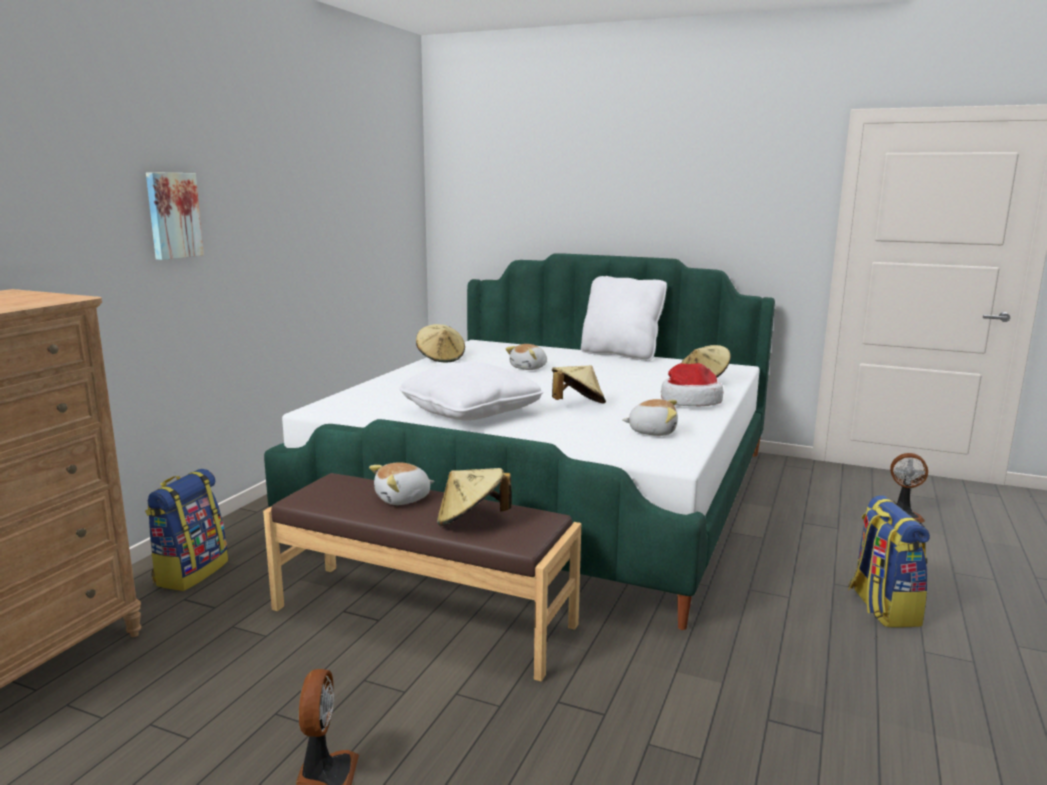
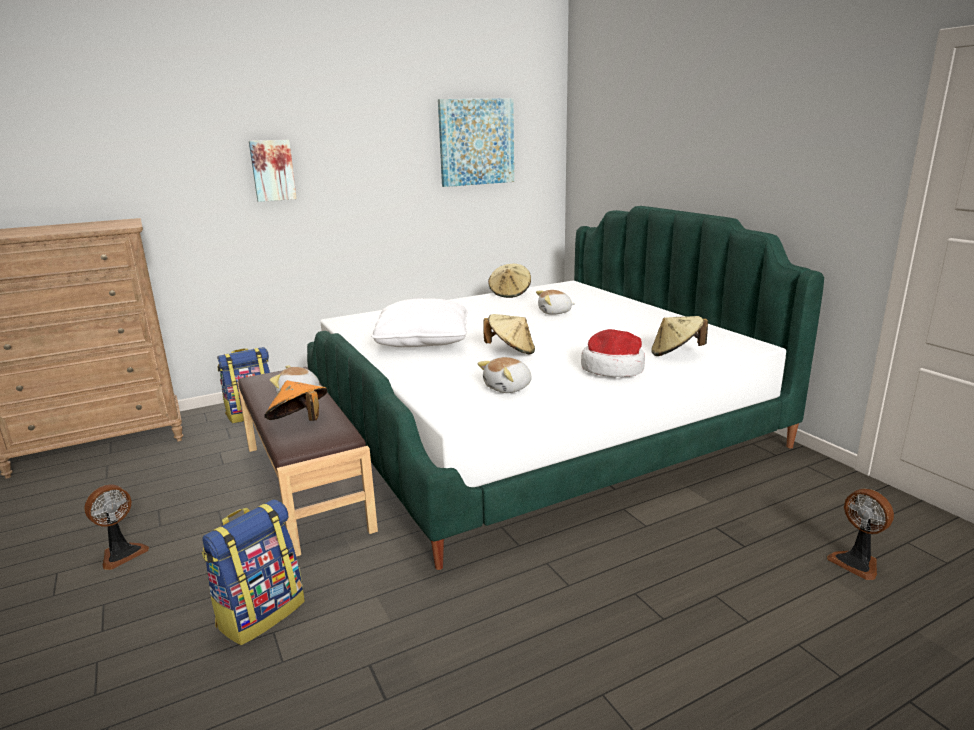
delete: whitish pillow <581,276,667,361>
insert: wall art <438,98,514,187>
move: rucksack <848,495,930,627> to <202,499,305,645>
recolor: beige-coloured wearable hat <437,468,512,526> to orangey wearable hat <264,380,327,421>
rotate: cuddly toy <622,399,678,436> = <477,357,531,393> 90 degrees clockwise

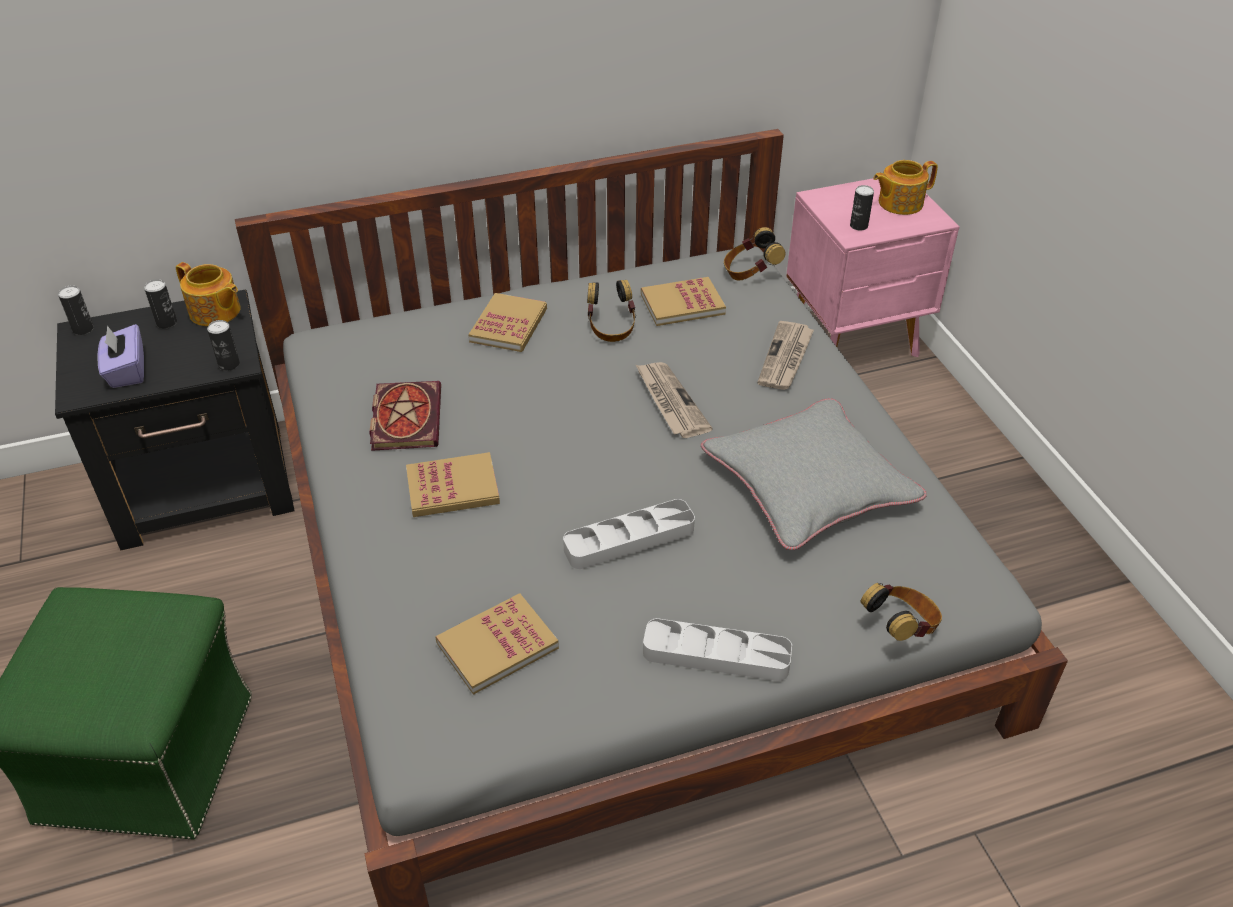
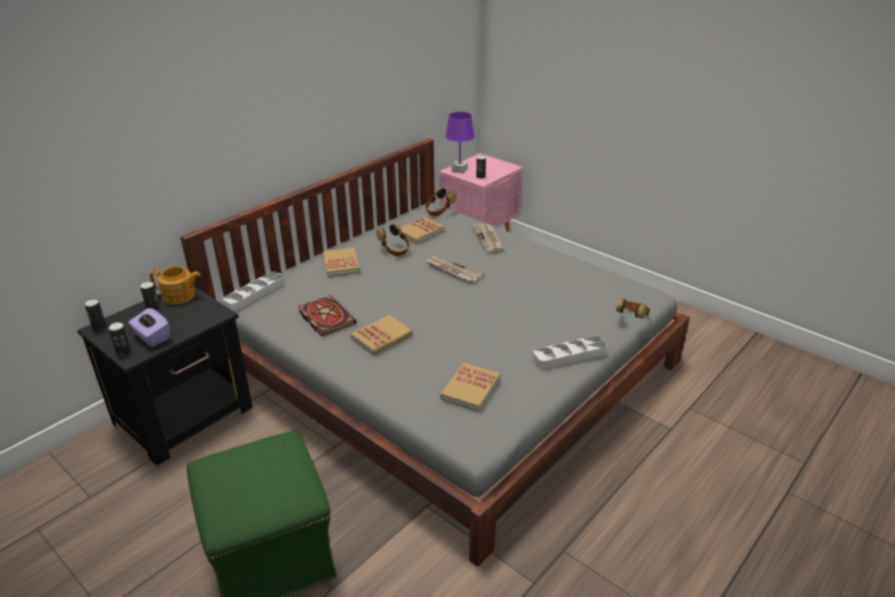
delete: tea pot <873,160,938,215>; greyish pillow <701,398,927,550>
insert: purple tabletop lamp <445,112,475,174>
move: can <207,320,240,371> to <108,322,131,356>; greyish carrying tray <563,499,695,569> to <222,272,284,311>

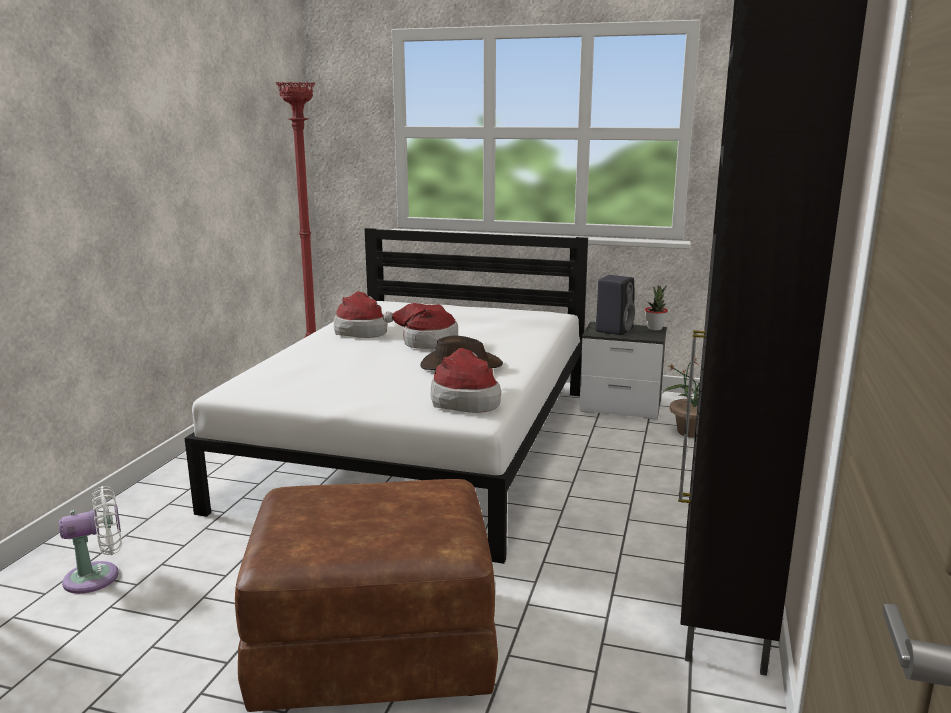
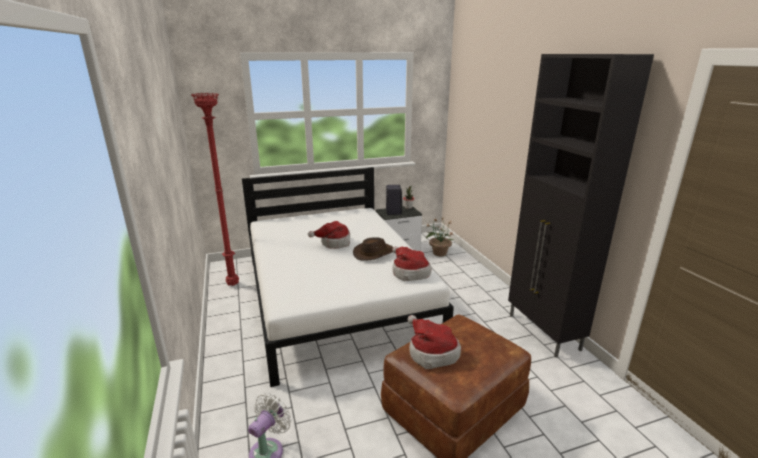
move: wearable hat <334,291,387,338> to <408,315,461,369>

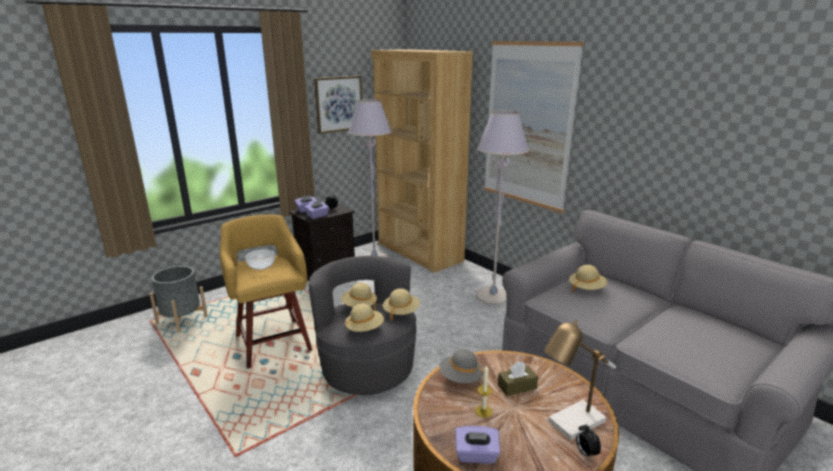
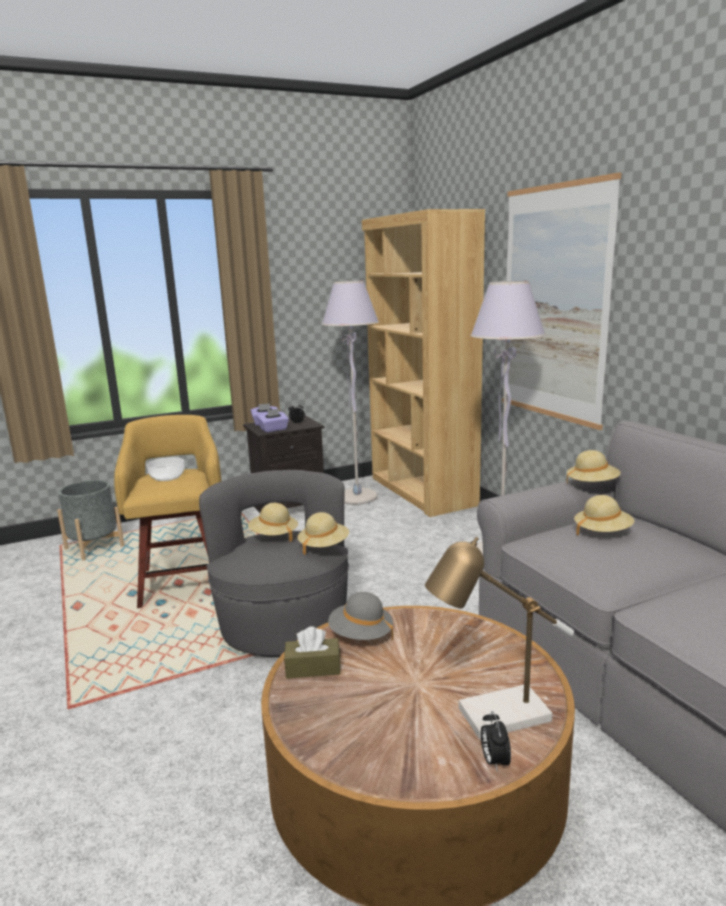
delete: wall art <314,76,362,134>; wax candle <475,365,493,418>; purple tissue holder <455,426,500,464>
move: beige-coloured wearable hat <345,303,384,332> to <566,450,621,484>; brown tissue holder <498,361,538,396> to <284,626,341,679>

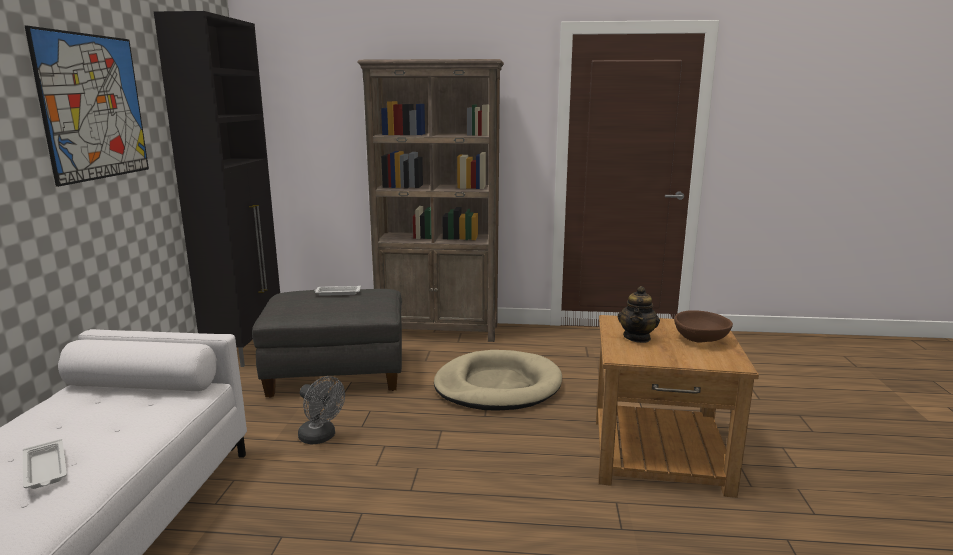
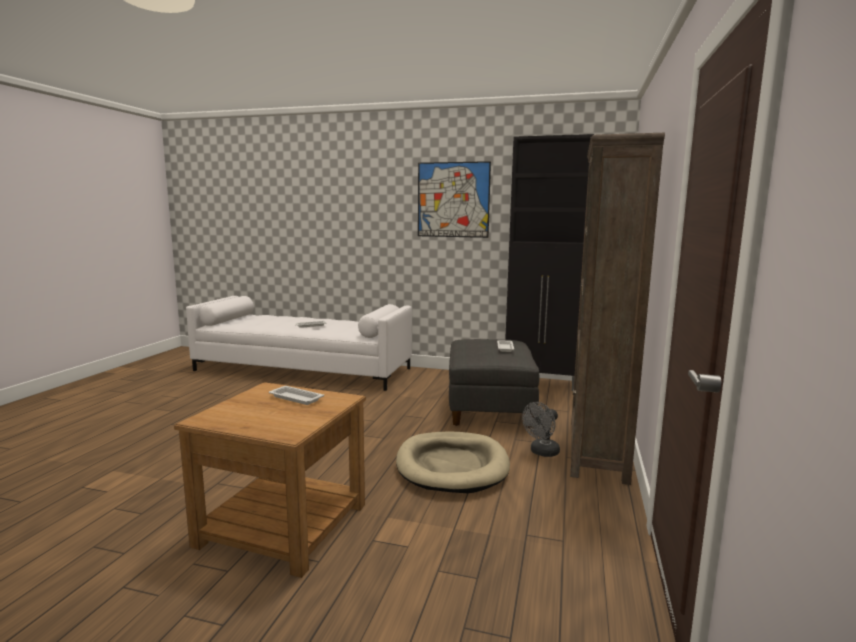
delete: brown deep dish <674,310,733,343>
move: greyish electric fan <298,376,345,444> to <522,402,560,457>
replace: tea pot <618,286,660,343> to whitish carrying tray <269,386,324,405>

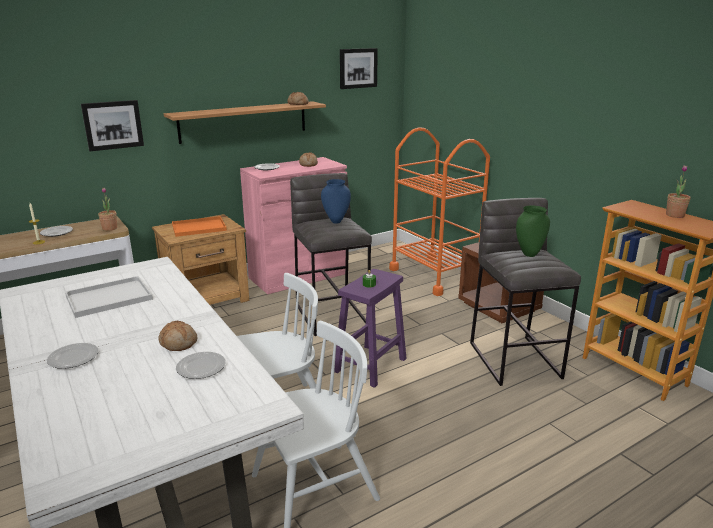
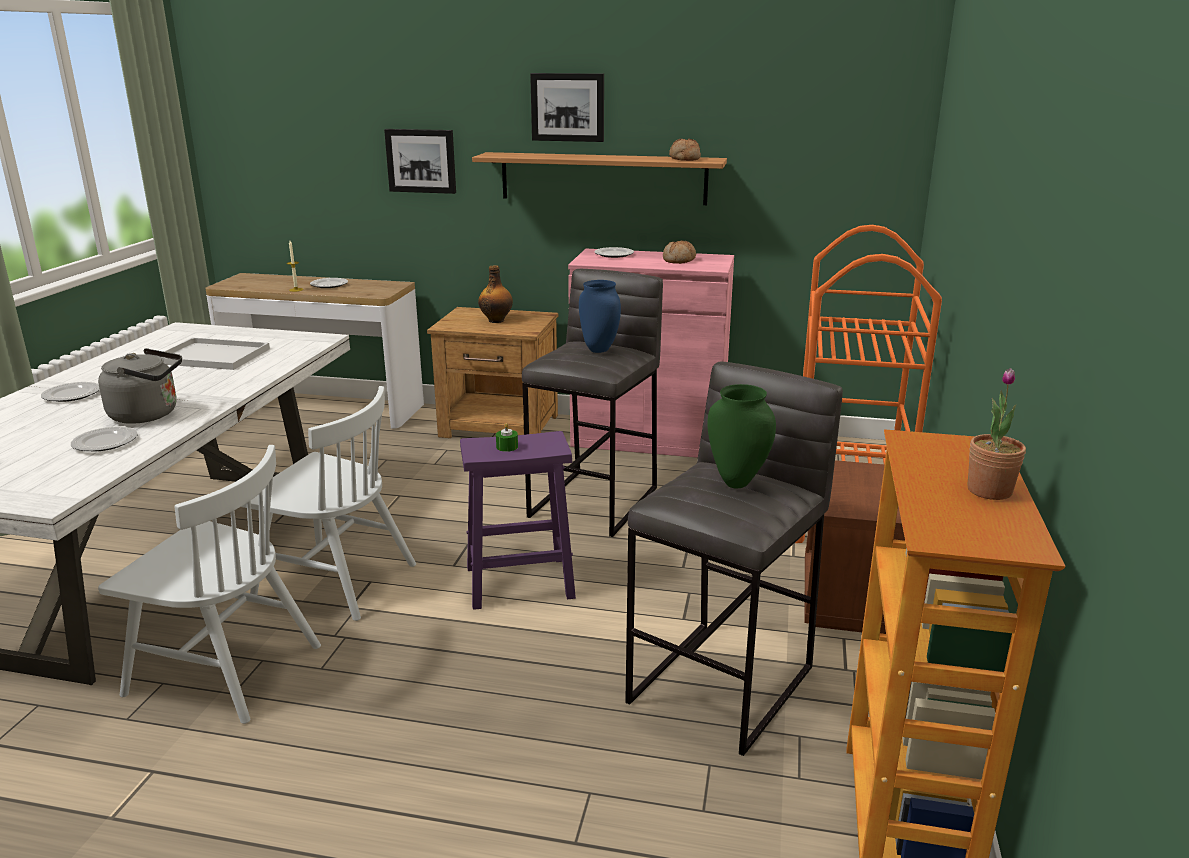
delete: houseplant <98,188,117,231>
move: wall art <340,48,378,89> to <530,73,604,142>
replace: orangey carrying tray <172,216,227,237> to drink bottle <478,265,513,323>; baked bread <158,321,197,351> to greyish water kettle <98,348,182,424>

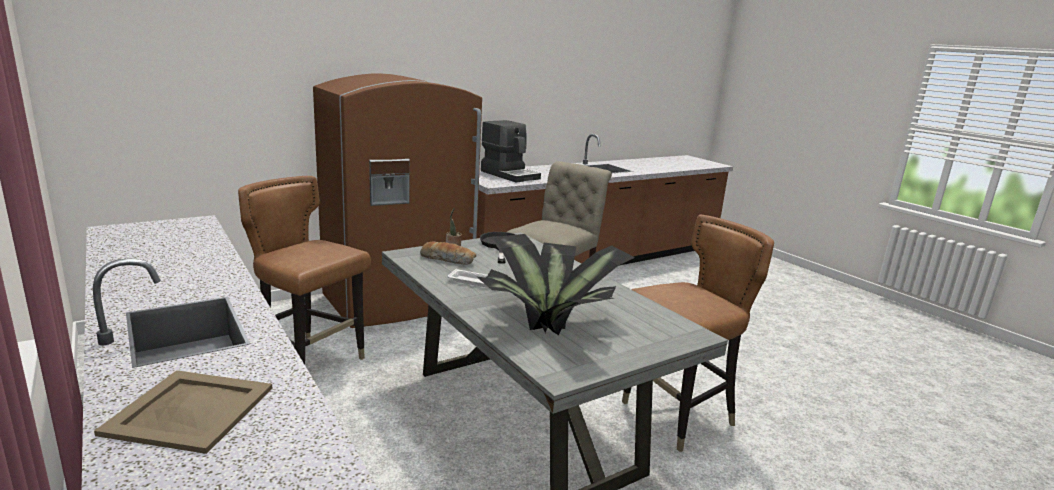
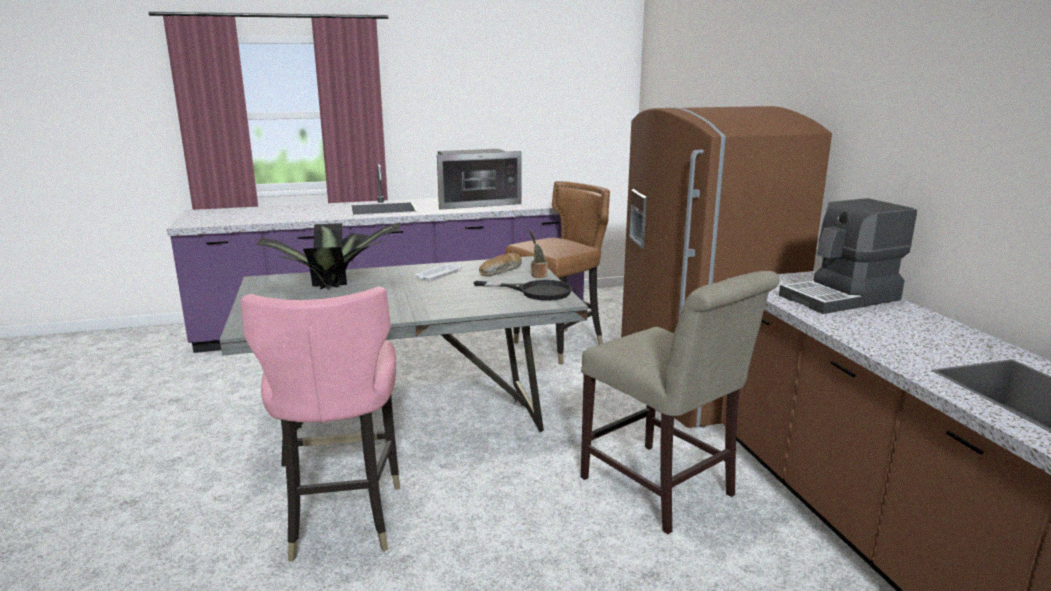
delete: beige-coloured carrying tray <94,370,273,454>
insert: kitchen microwave <437,149,522,210>
recolor: brown plain chair <622,214,774,452> to pinkish plain chair <240,286,400,562>

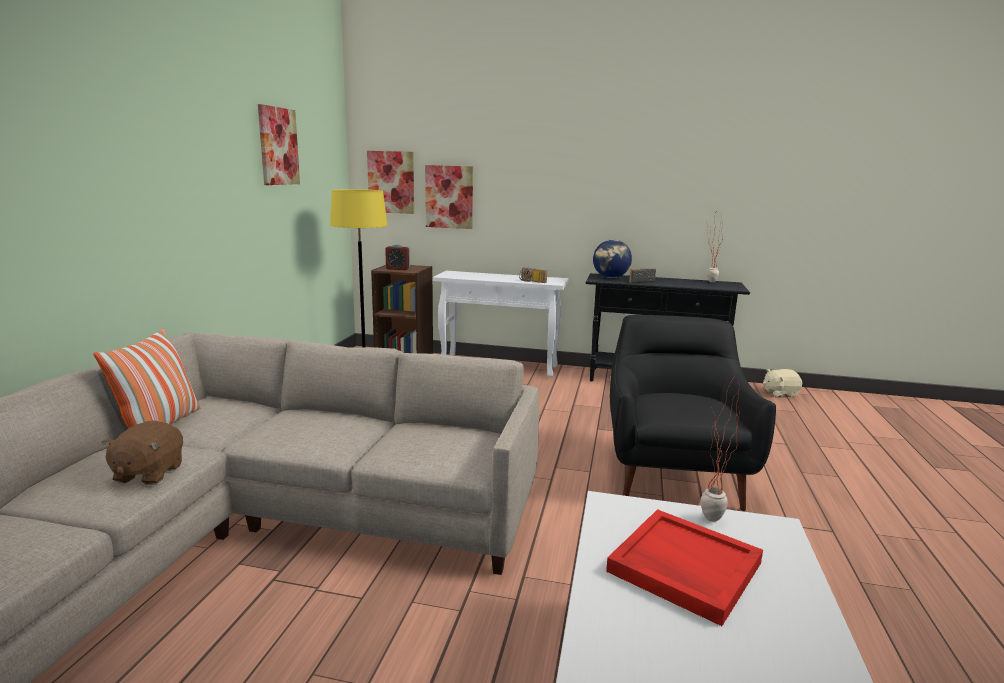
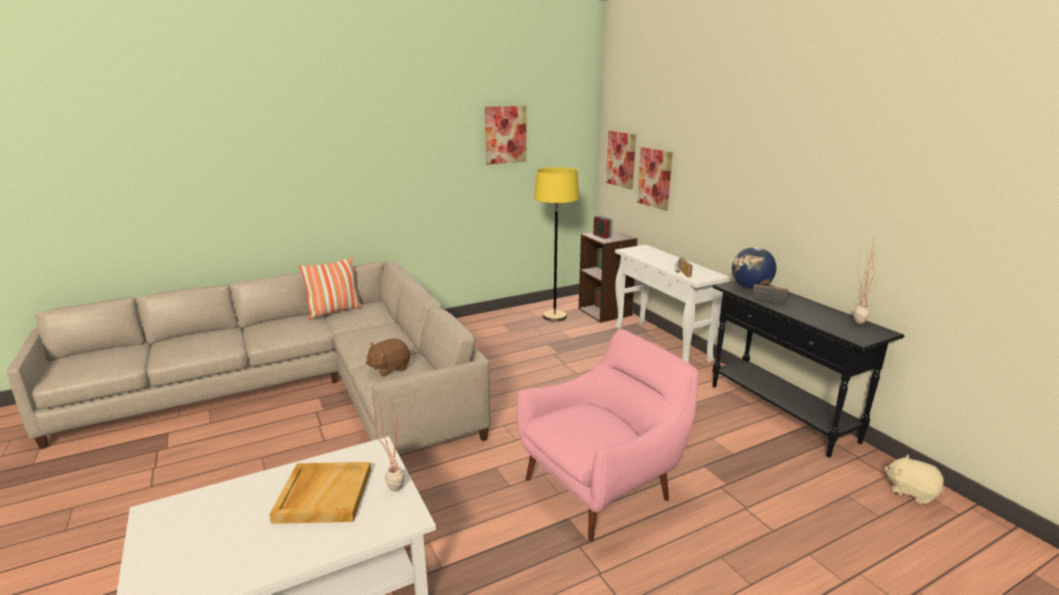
move: brown cuddly toy <101,420,183,485> to <366,338,410,376>
recolor: black-coloured easy chair <610,315,776,511> to pinkish easy chair <517,329,699,542>; reddish carrying tray <606,509,763,626> to beige-coloured carrying tray <269,462,371,524>

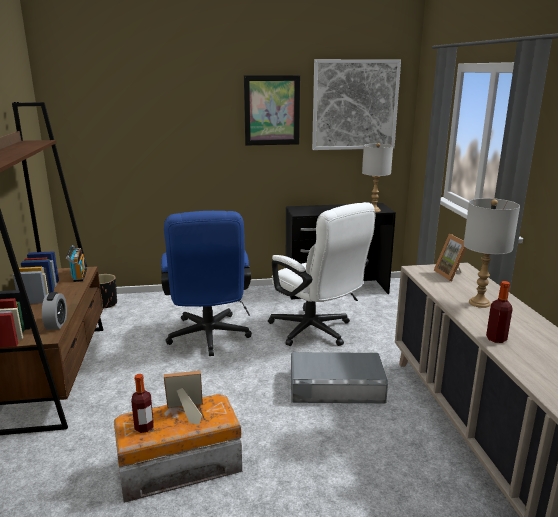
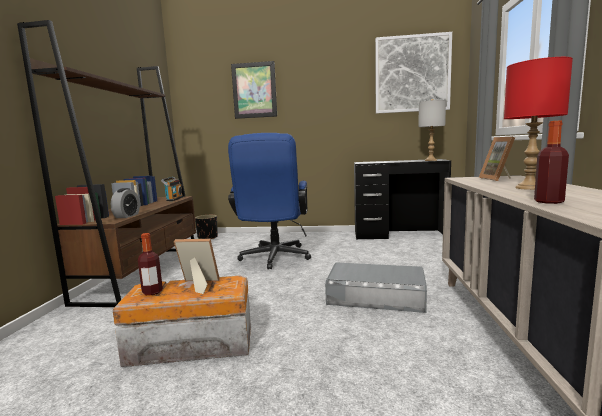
delete: whitish office chair <268,202,376,346>
move: wall art <244,75,300,145> to <231,61,277,119>
recolor: greyish tabletop lamp <463,198,520,308> to reddish tabletop lamp <504,57,573,190>

